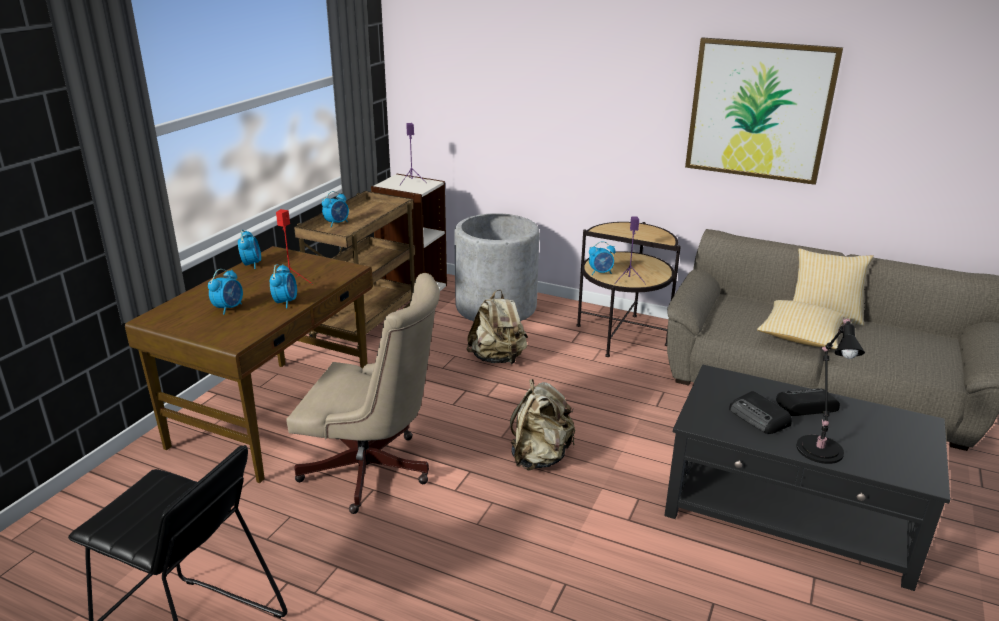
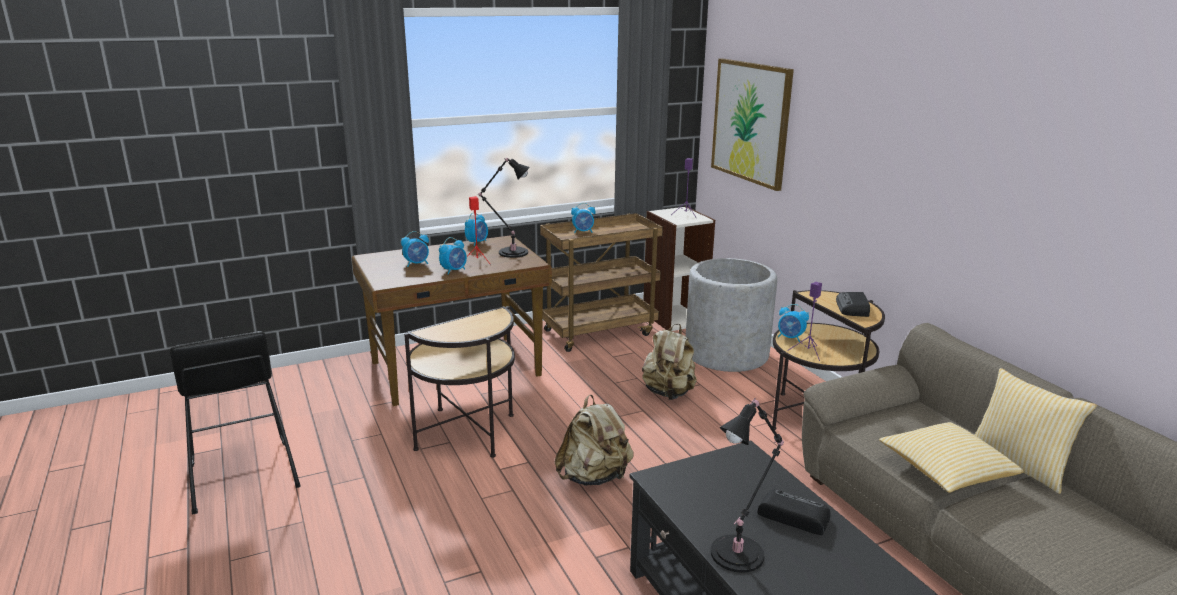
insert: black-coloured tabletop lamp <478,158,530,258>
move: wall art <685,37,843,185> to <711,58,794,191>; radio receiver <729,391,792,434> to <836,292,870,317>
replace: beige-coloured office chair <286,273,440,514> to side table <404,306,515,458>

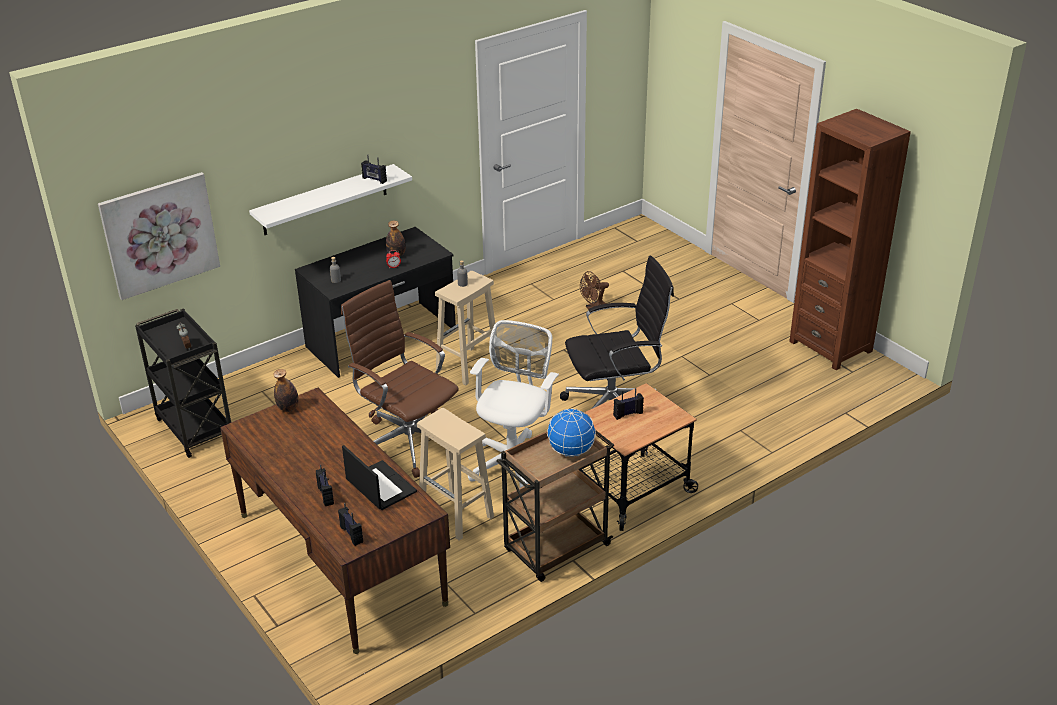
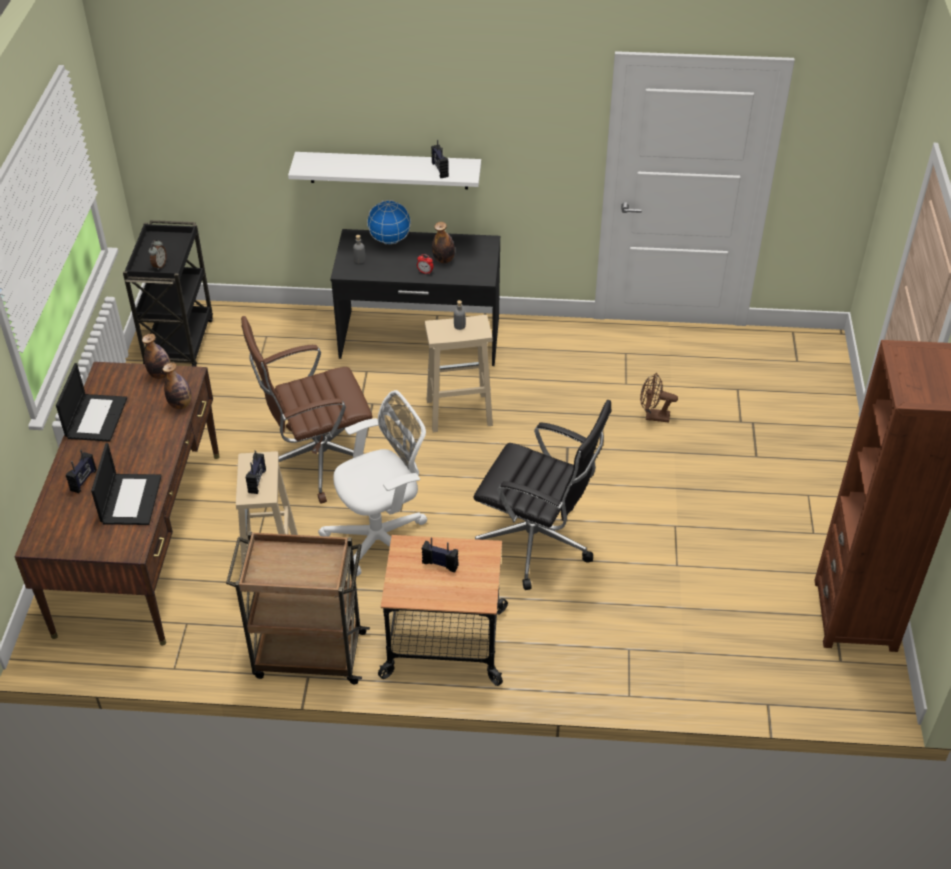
delete: wall art <98,172,220,300>
insert: notebook computer <56,363,127,442>; drink bottle <163,363,192,409>
move: globe <547,409,596,457> to <367,200,411,244>; radio receiver <338,503,363,546> to <246,450,266,494>
rotate: brown office chair <341,280,459,478> = <241,316,373,504> 105 degrees counterclockwise

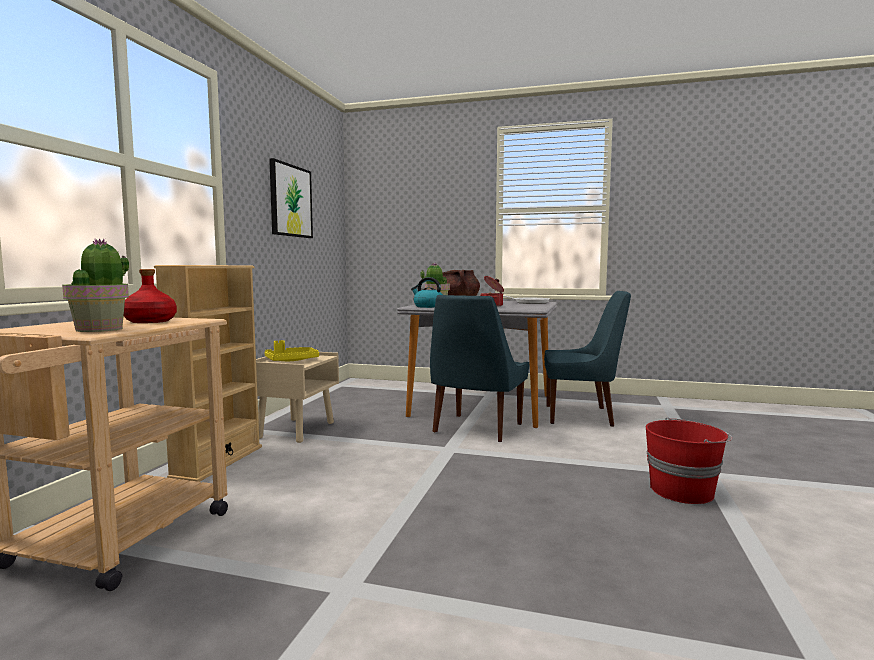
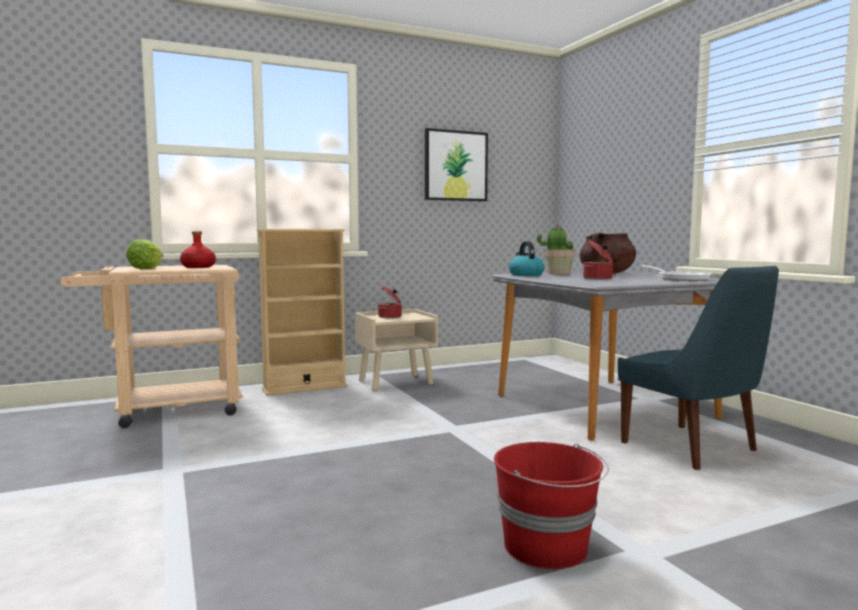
delete: bluish plain chair <430,295,529,442>
replace: houseplant <62,238,129,332> to head of lettuce <126,239,163,270>; yellow-coloured carrying tray <264,340,319,361> to saucepot <378,286,402,318>

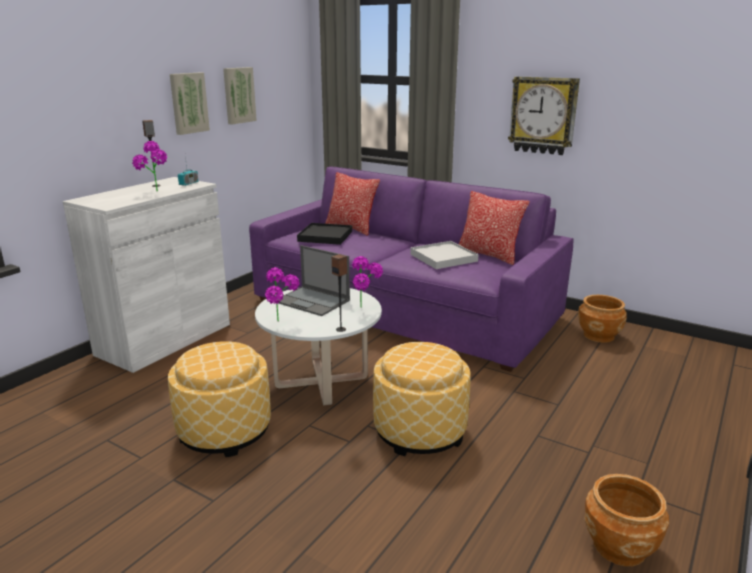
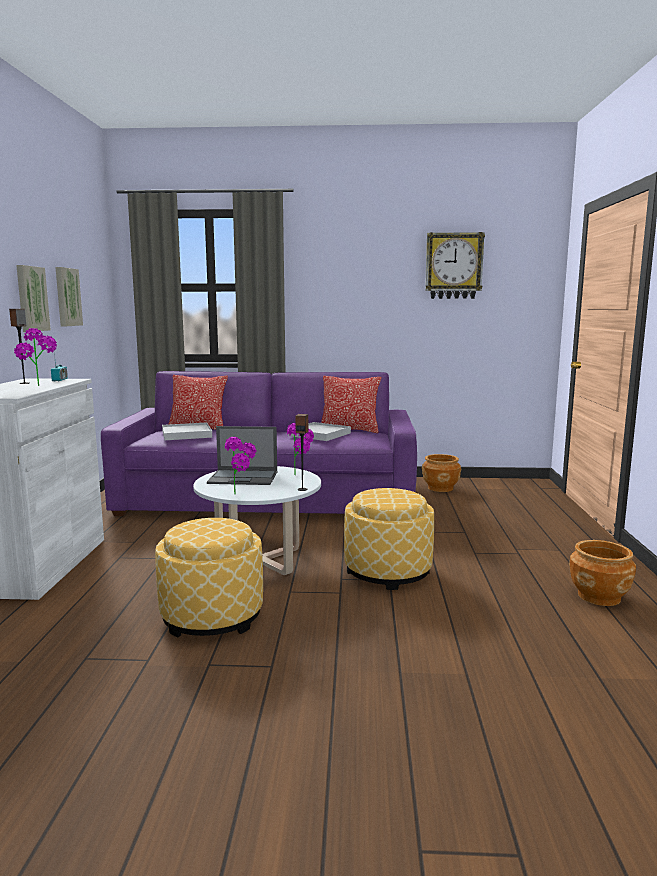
move: wall clock <508,76,580,155> to <425,232,485,299>
recolor: black-coloured carrying tray <297,223,352,245> to whitish carrying tray <162,422,212,440>

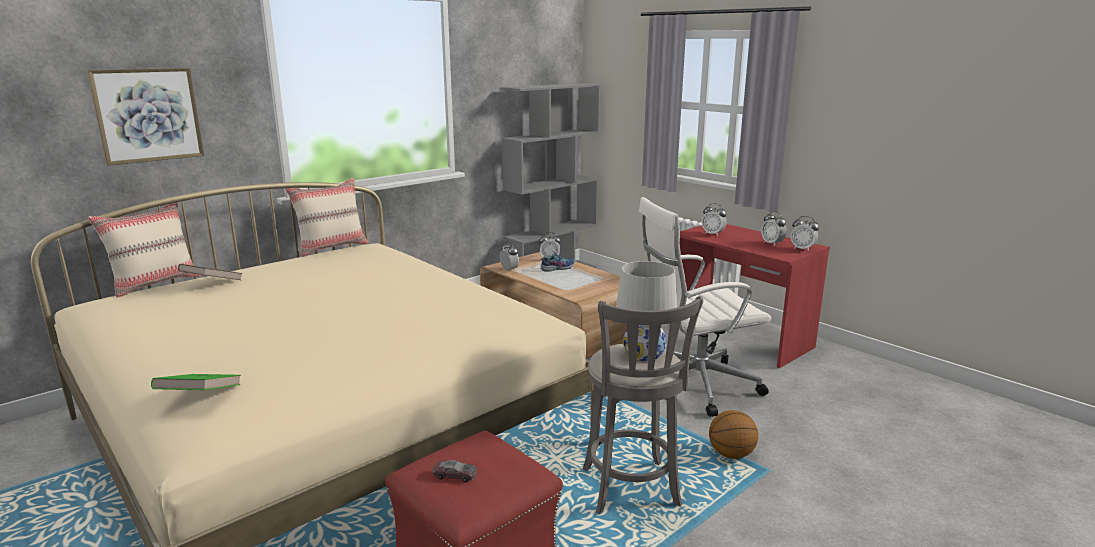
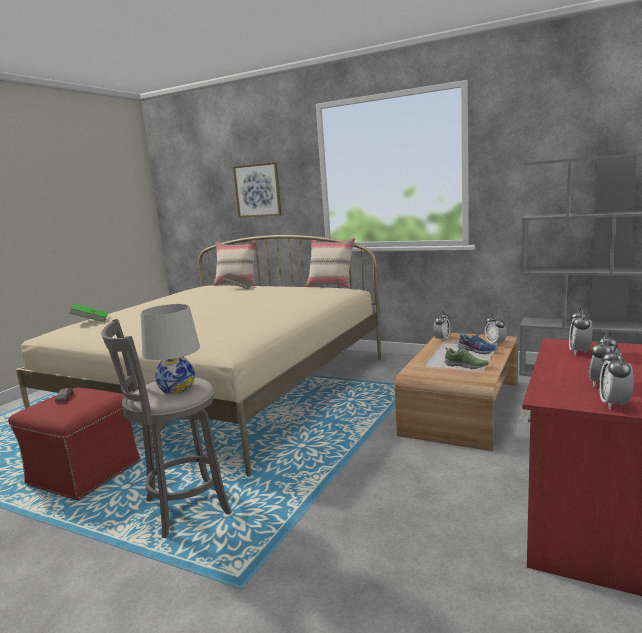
delete: whitish office chair <639,197,771,417>; ball for basketball <709,410,758,459>
insert: shoe <444,347,489,369>

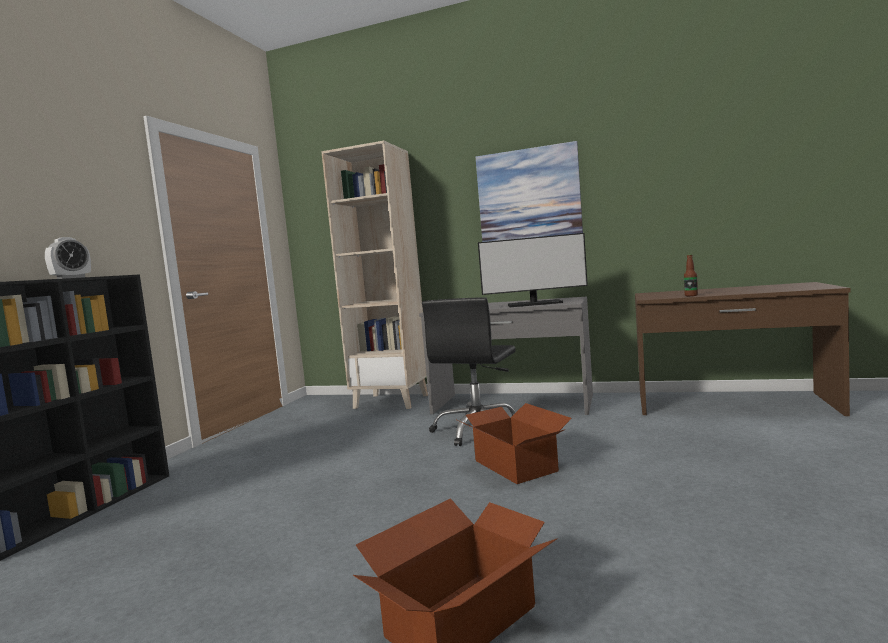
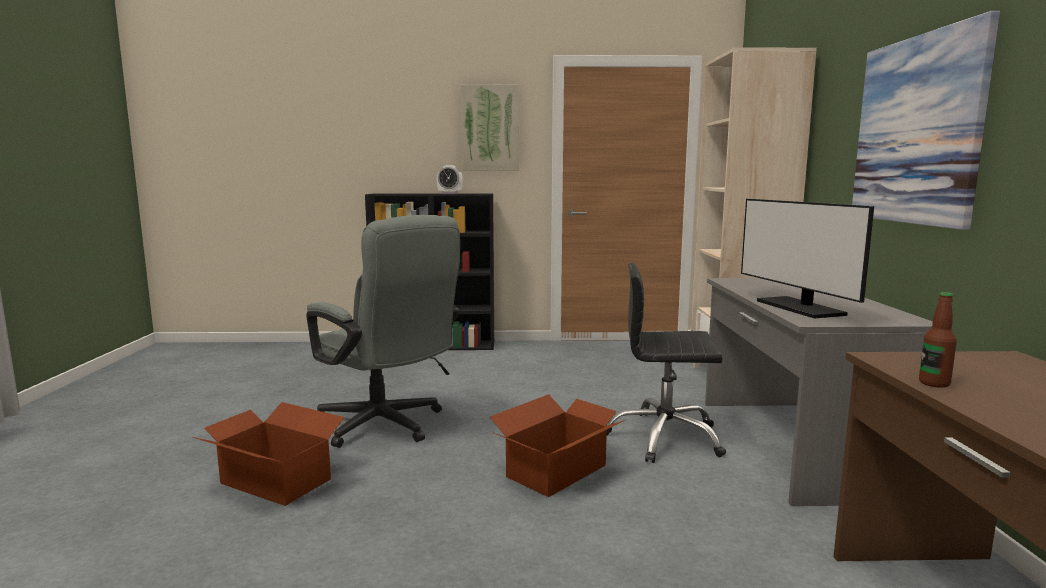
insert: wall art <461,84,519,171>; greyish office chair <306,215,460,448>

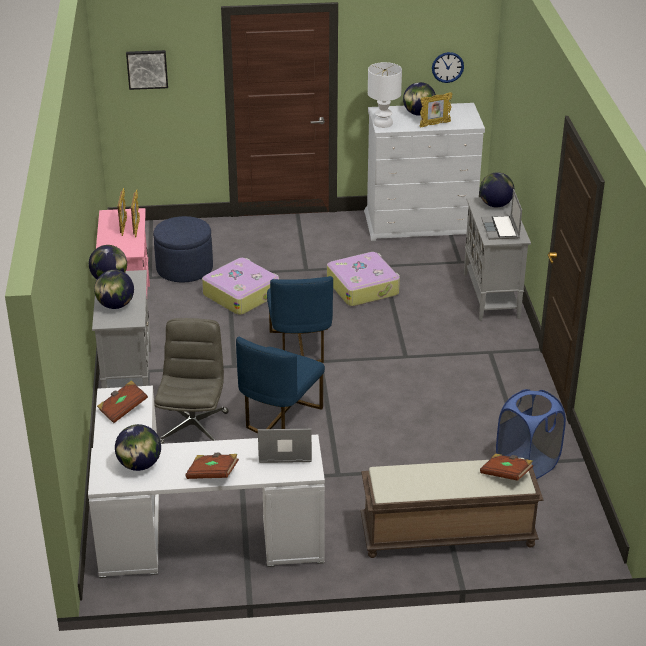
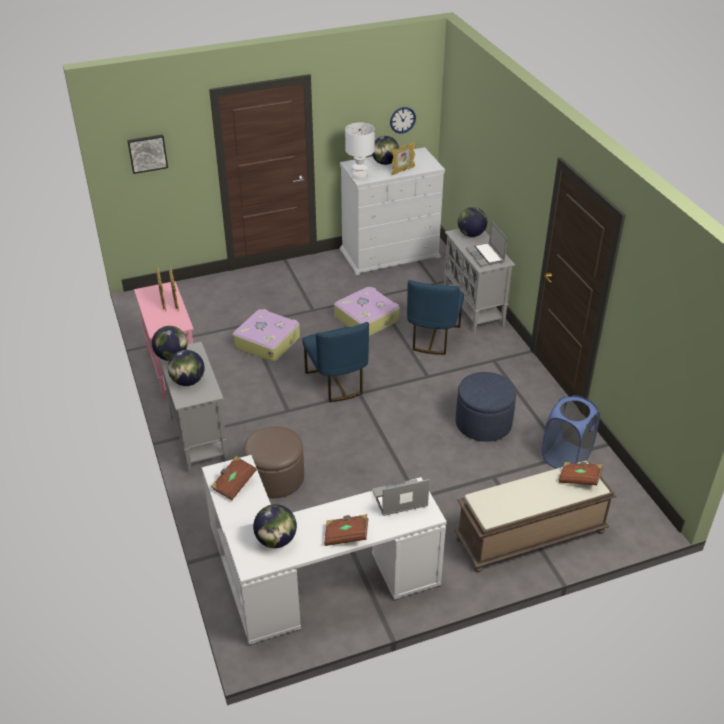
move: bluish ottoman <153,216,213,282> to <456,372,516,442>; bluish plain chair <236,337,325,433> to <407,280,464,355>
replace: greyish office chair <154,318,229,444> to brown ottoman <244,426,304,498>

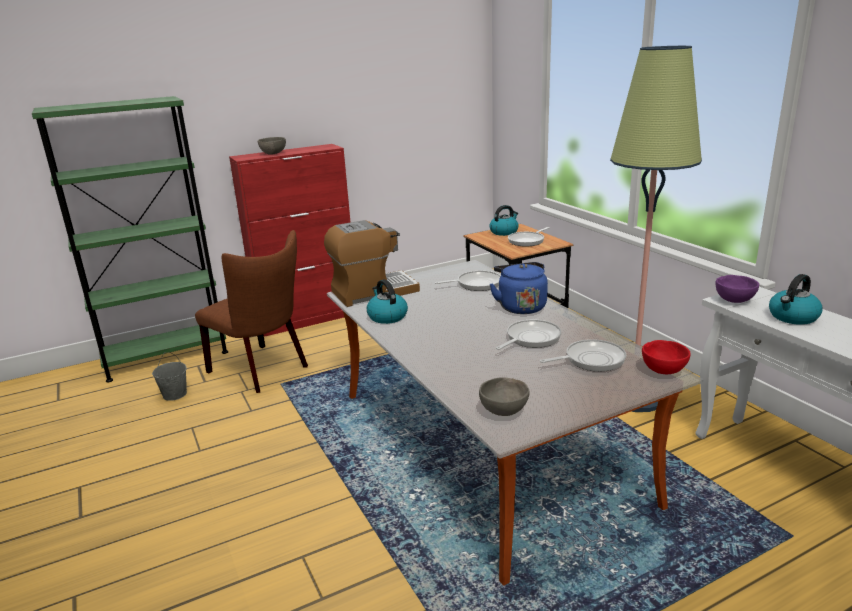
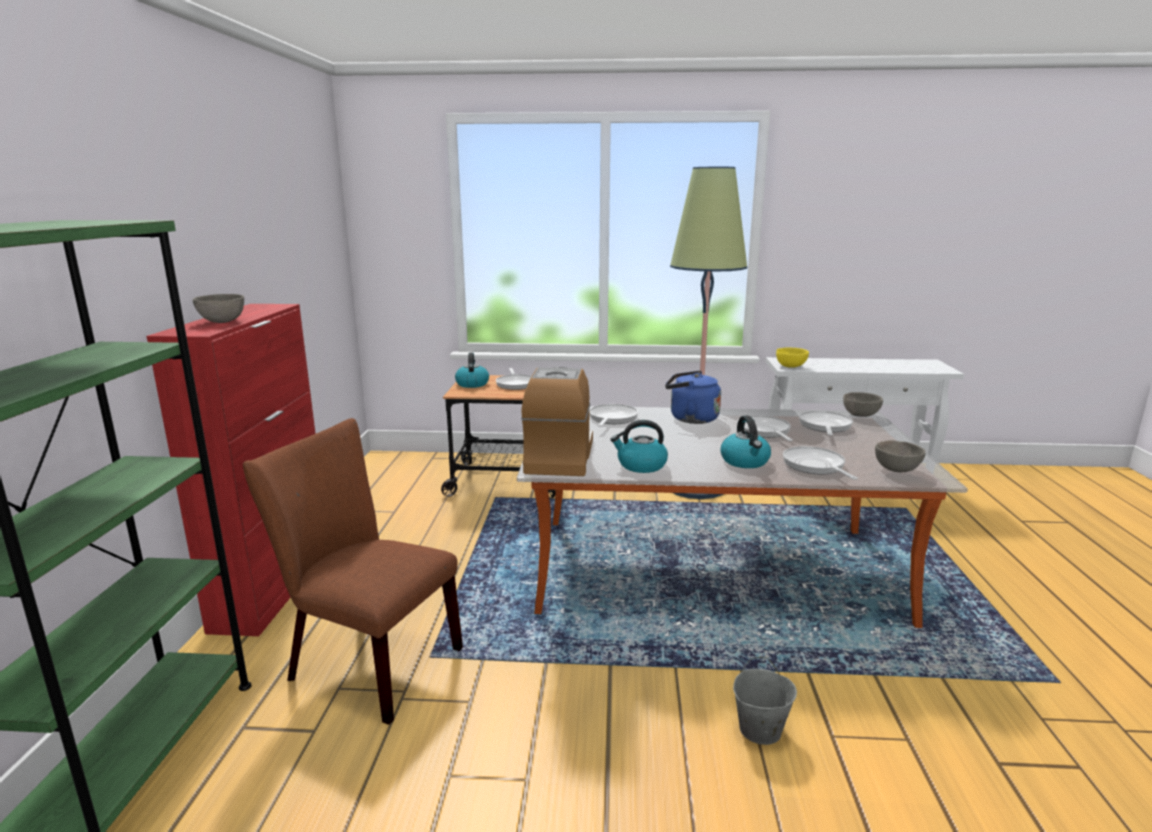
insert: skillet <783,446,858,480>
move: water kettle <769,274,822,325> to <720,415,771,468>; greyish bucket <152,352,187,401> to <733,657,797,745>
recolor: purple deep dish <715,275,759,303> to yellow-coloured deep dish <776,347,809,368>; reddish deep dish <642,340,691,374> to greyish deep dish <843,392,883,417>
rotate: brown plain chair <195,230,308,393> = <243,418,463,725> 135 degrees counterclockwise

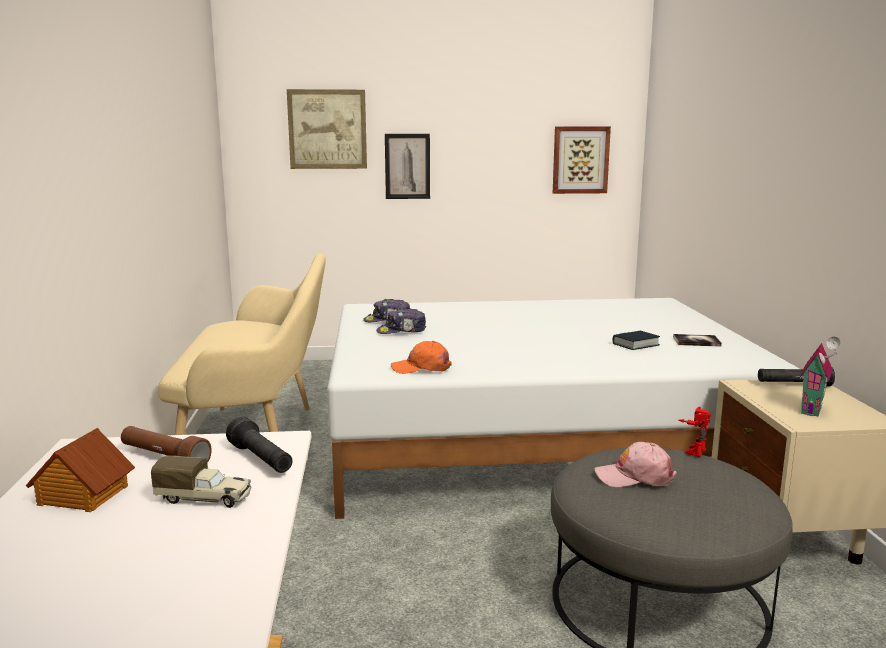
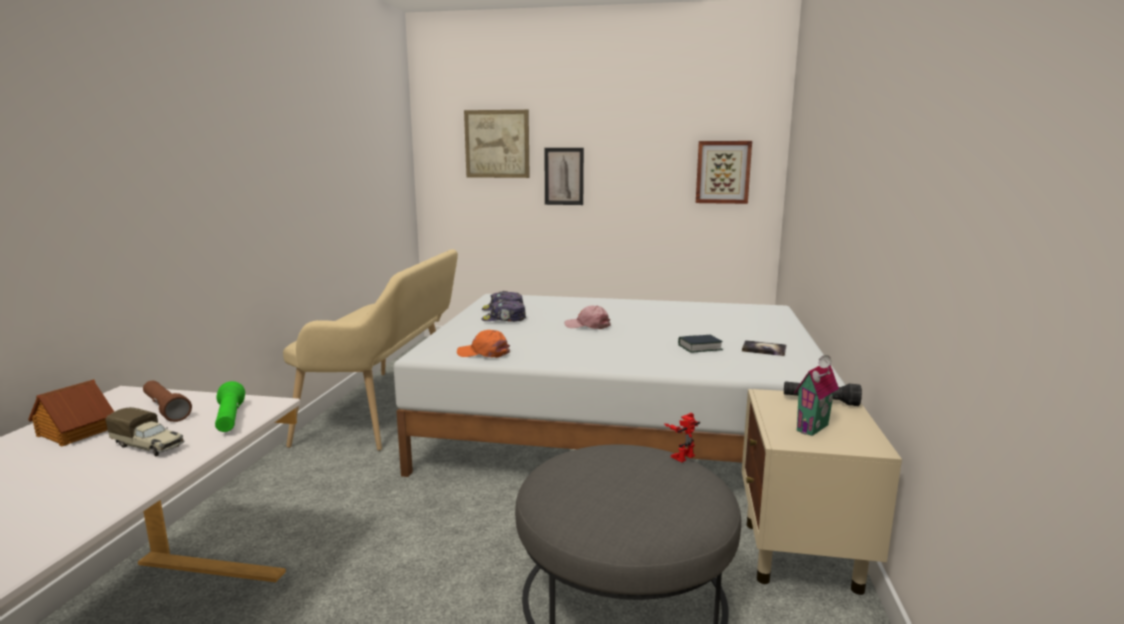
move: pinkish baseball cap <594,442,677,487> to <564,305,611,329>
recolor: black-coloured hand torch <226,417,293,473> to green-coloured hand torch <215,381,245,432>

